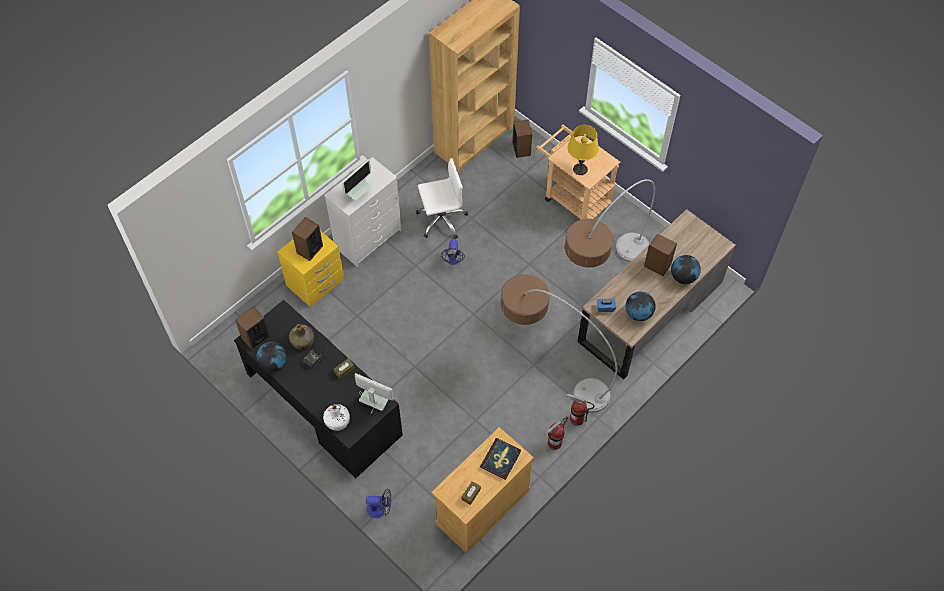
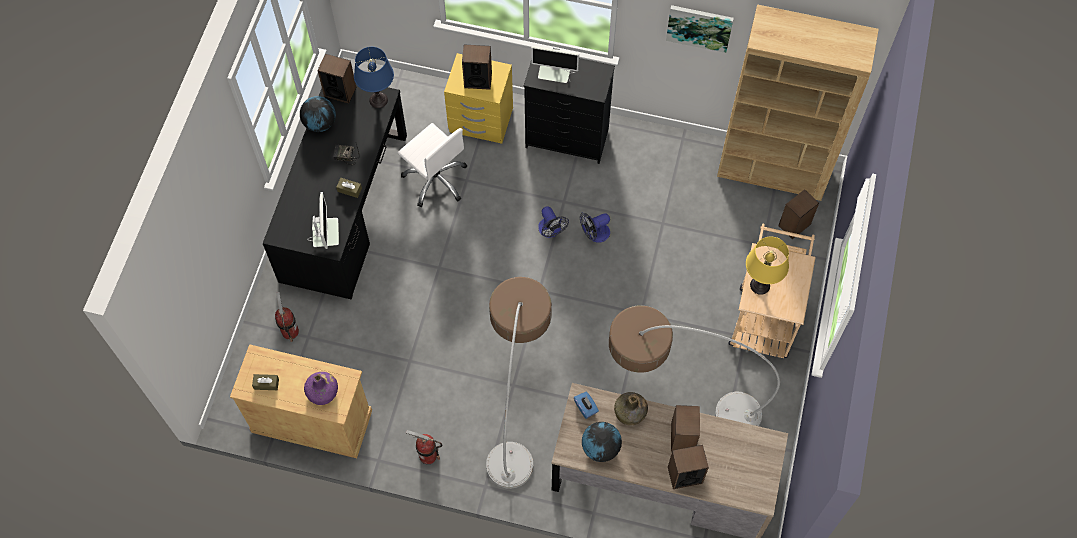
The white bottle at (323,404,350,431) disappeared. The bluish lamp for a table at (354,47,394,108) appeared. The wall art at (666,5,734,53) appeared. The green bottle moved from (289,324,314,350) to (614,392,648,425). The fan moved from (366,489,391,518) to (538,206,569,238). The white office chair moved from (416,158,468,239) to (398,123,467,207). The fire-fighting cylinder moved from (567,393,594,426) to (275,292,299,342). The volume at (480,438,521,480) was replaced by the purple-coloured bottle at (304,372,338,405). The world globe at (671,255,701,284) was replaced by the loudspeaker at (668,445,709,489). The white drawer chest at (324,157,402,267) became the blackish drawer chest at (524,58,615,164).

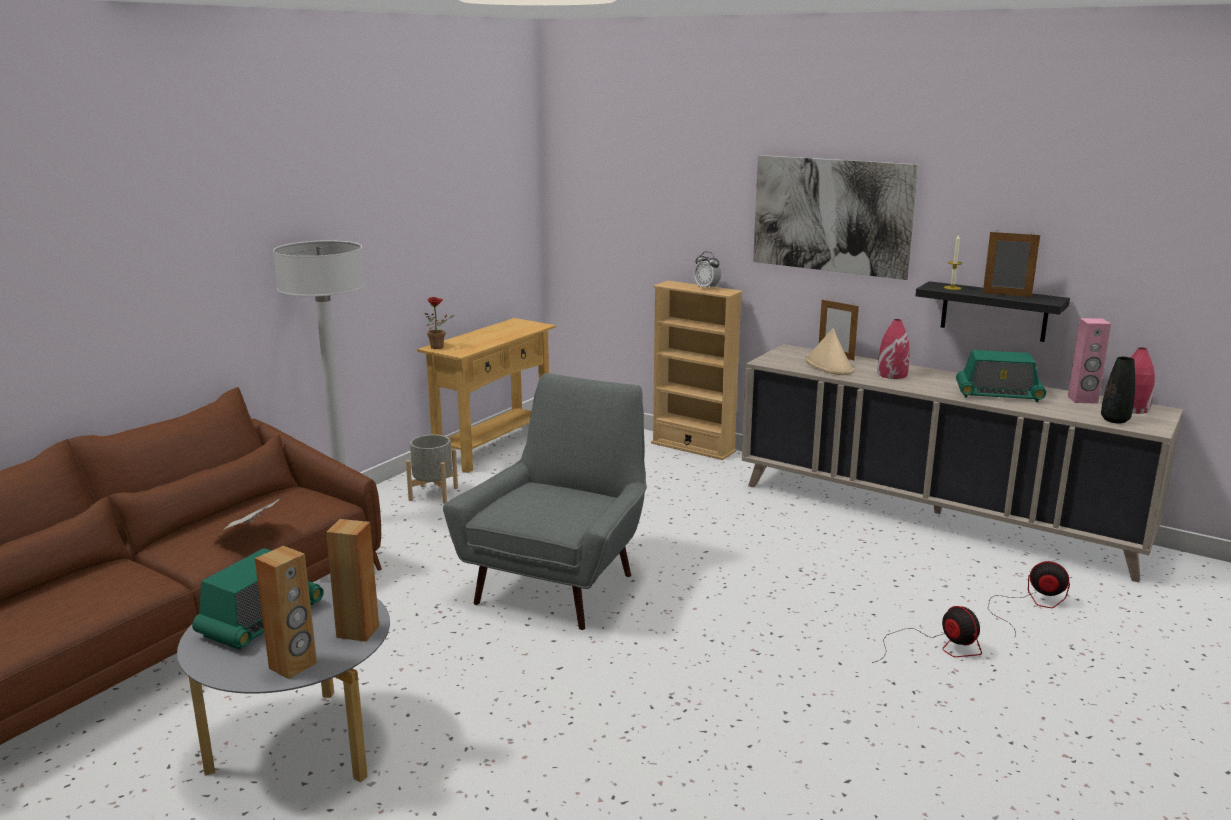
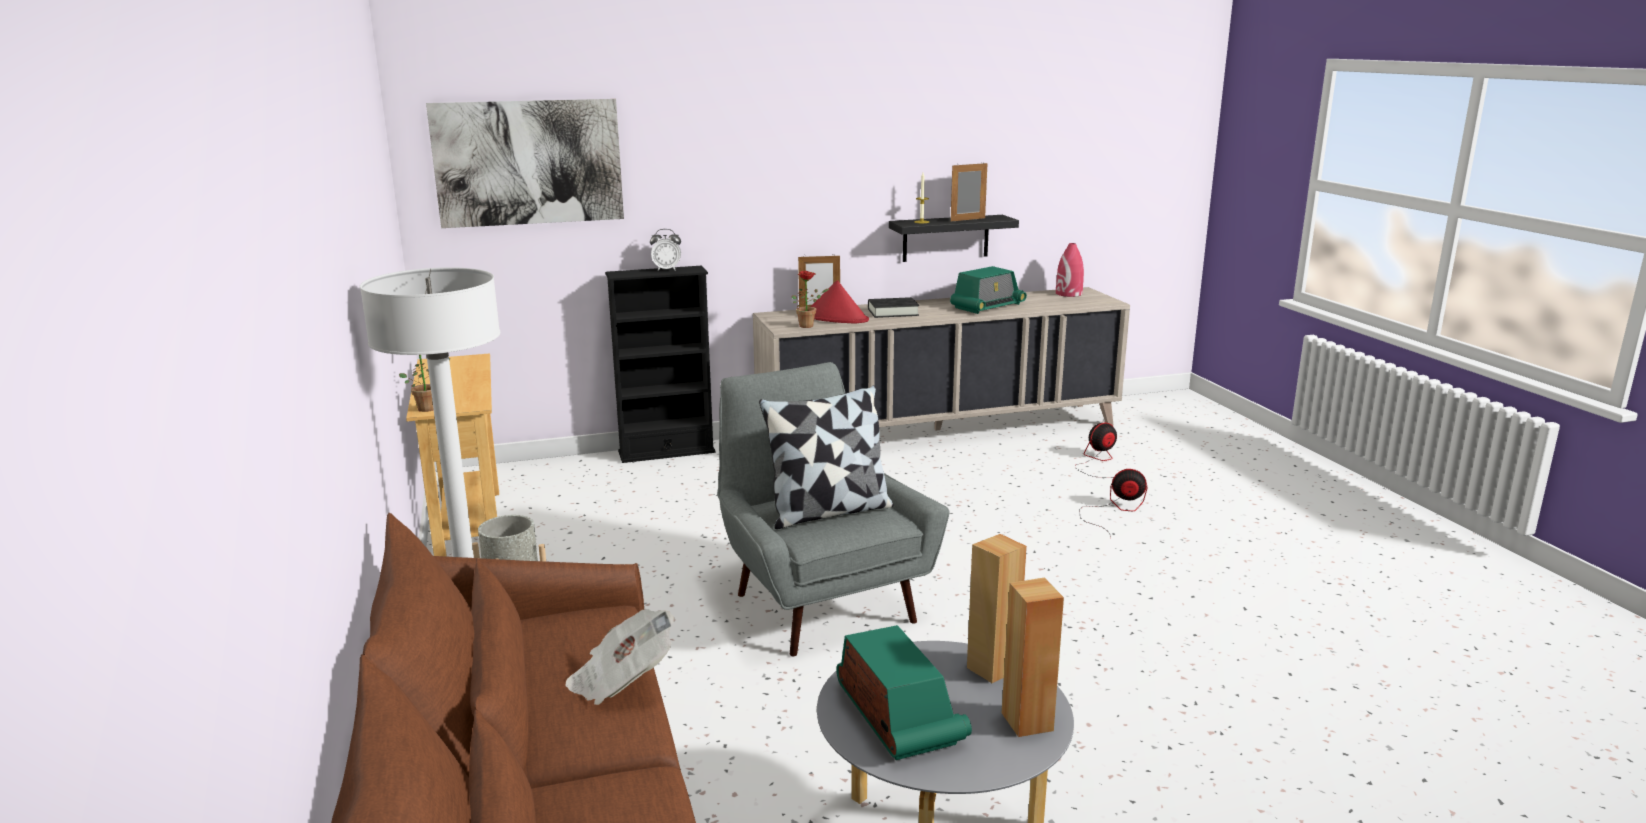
The pink-coloured loudspeaker at (1068,318,1111,404) disappeared. The blackish decorative vase at (1101,357,1135,423) disappeared. The throw pillow at (759,385,894,529) appeared. The houseplant at (792,271,829,328) appeared. The wall art moved from (753,155,919,280) to (426,99,624,228). The reddish decorative vase at (877,319,910,379) was replaced by the blackish volume at (868,297,919,318). The sand-coloured bookshelf at (651,281,743,460) became the blackish bookshelf at (605,266,715,463). The sand-coloured hat at (805,328,854,375) became the reddish hat at (811,280,869,323).

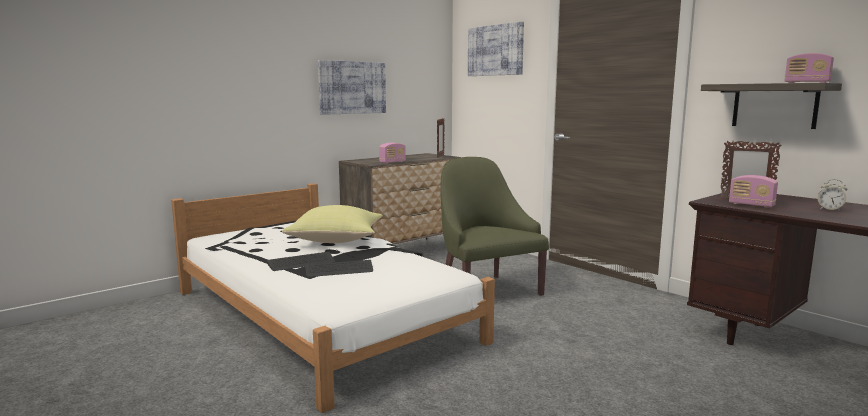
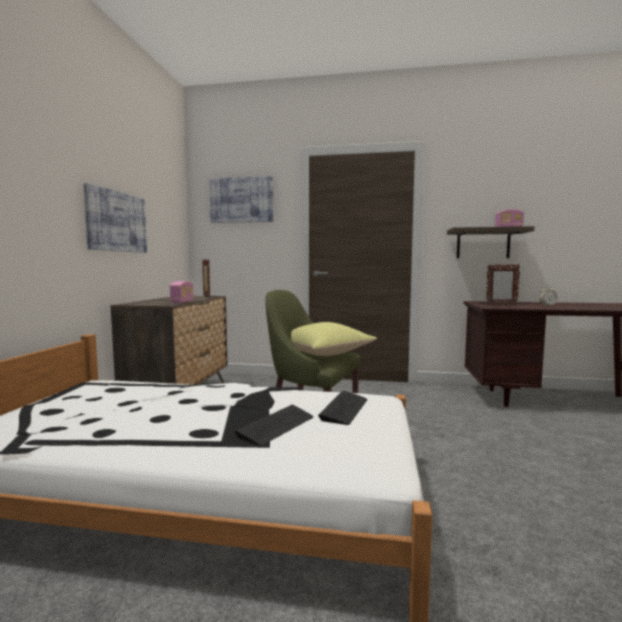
The radio receiver at (729,175,778,208) disappeared. The PC keyboard moved from (267,252,335,271) to (318,391,367,425). The yellow-coloured throw pillow moved from (282,205,383,243) to (291,322,377,356).

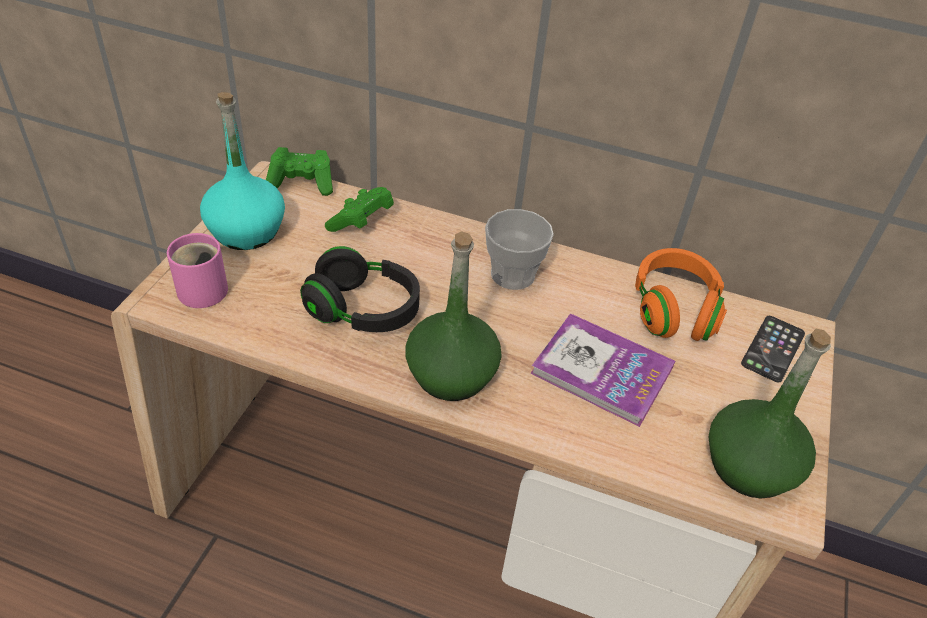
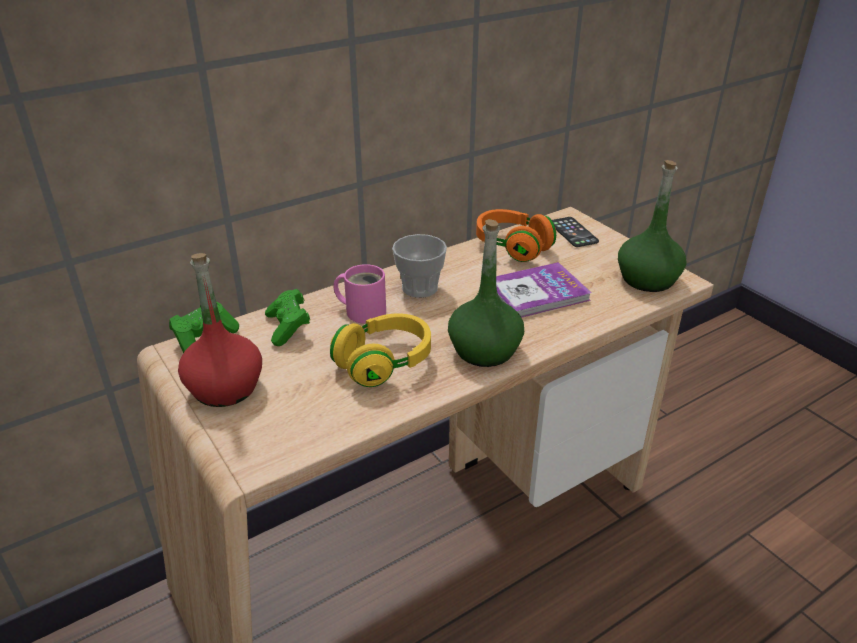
The pink-coloured coffee mug moved from (167,233,228,308) to (334,264,386,324). The blue-green bottle at (200,92,285,250) became the reddish bottle at (178,253,262,407). The blackish pair of headphones at (300,246,420,332) became the yellow-coloured pair of headphones at (330,313,431,387).

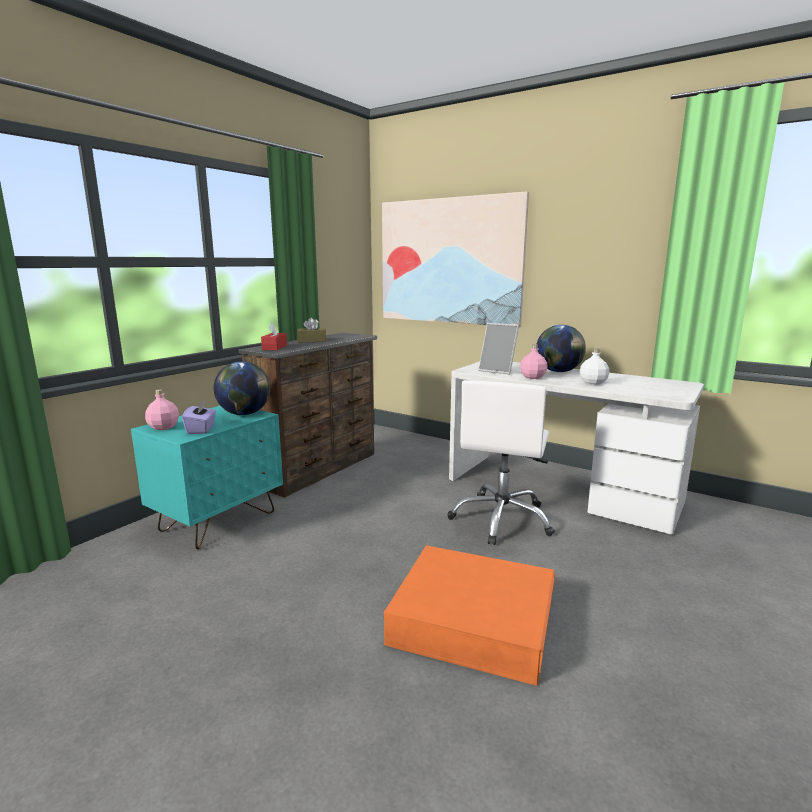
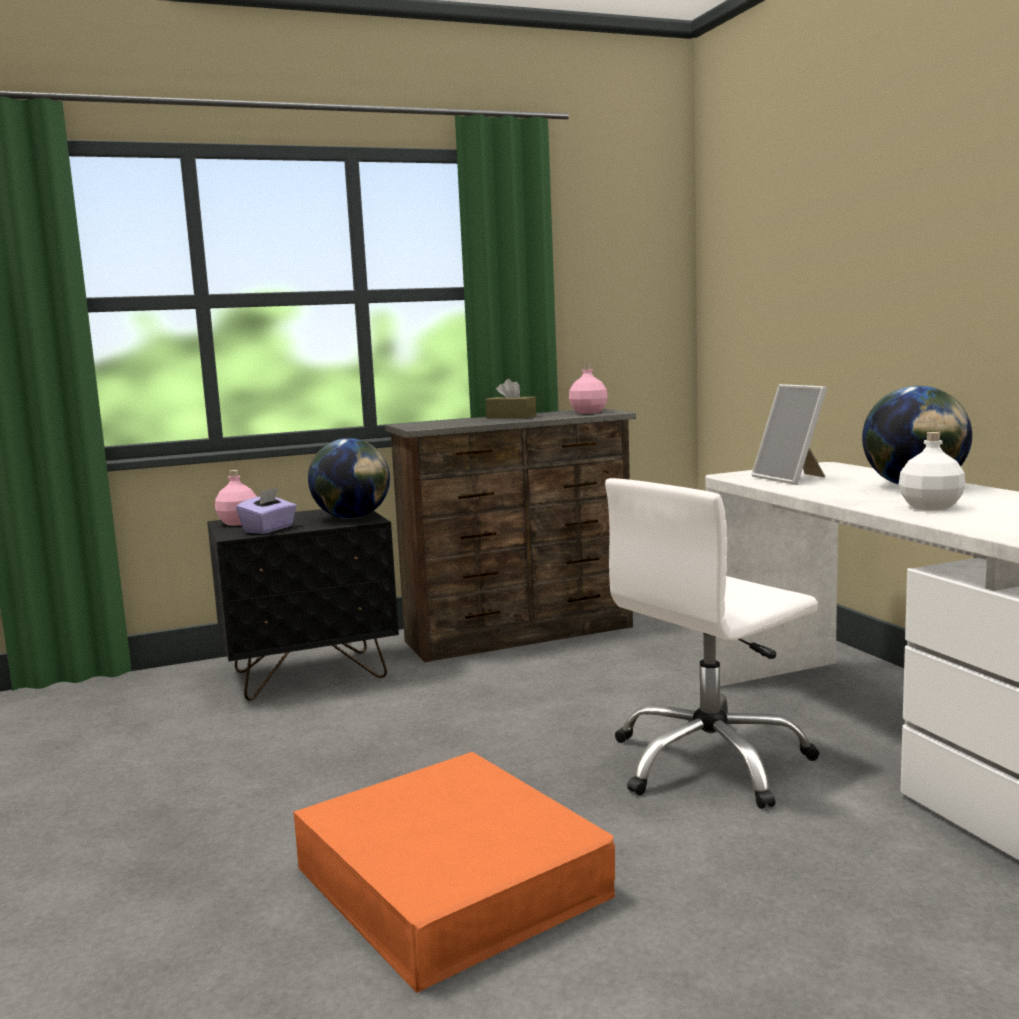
The reddish box of tissues at (261,323,287,350) disappeared. The wall art at (382,191,529,327) disappeared. The pink-coloured bottle moved from (520,344,547,379) to (569,364,608,414). The blue-green night table at (131,406,283,550) became the blackish night table at (207,509,399,701).

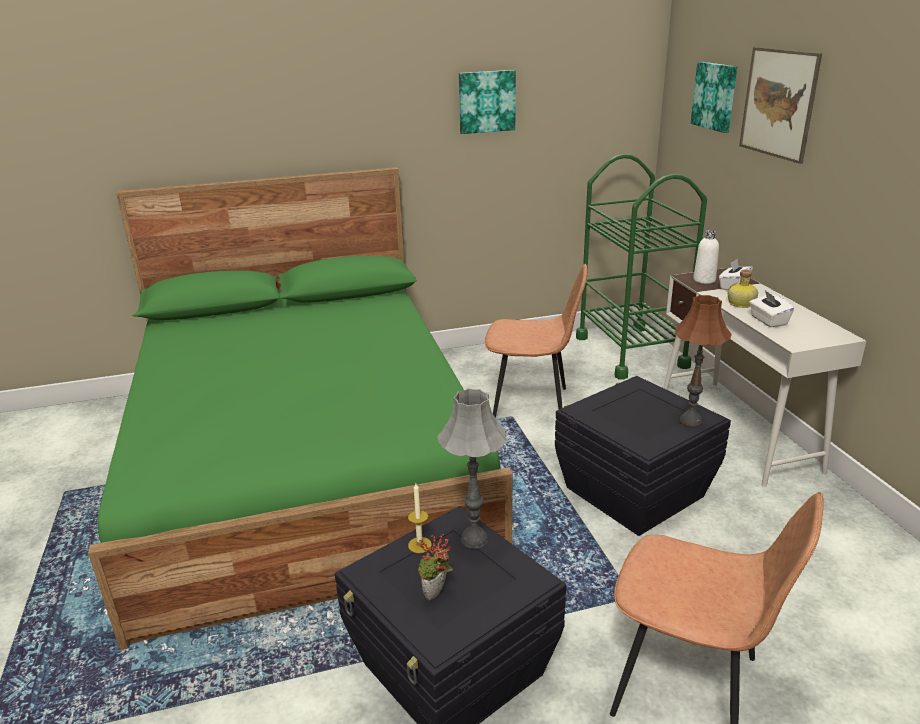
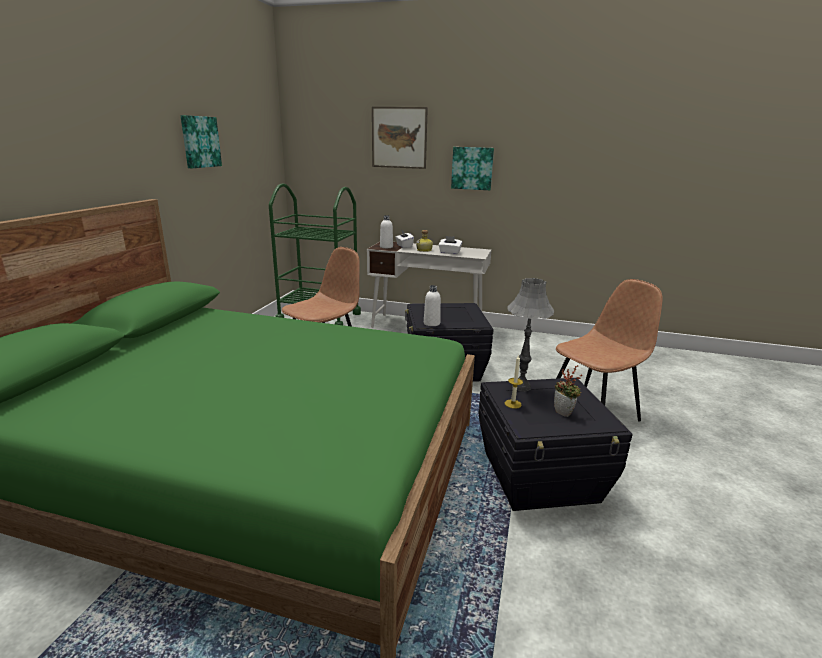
The brown-coloured lamp for a table at (675,295,732,427) disappeared. The white bottle at (424,285,441,326) appeared. The wall art moved from (691,62,737,133) to (451,147,494,190).

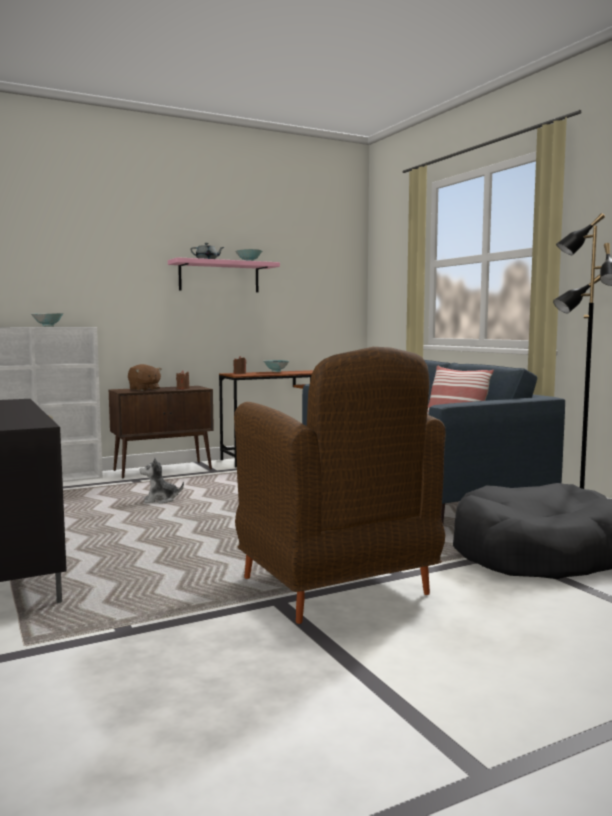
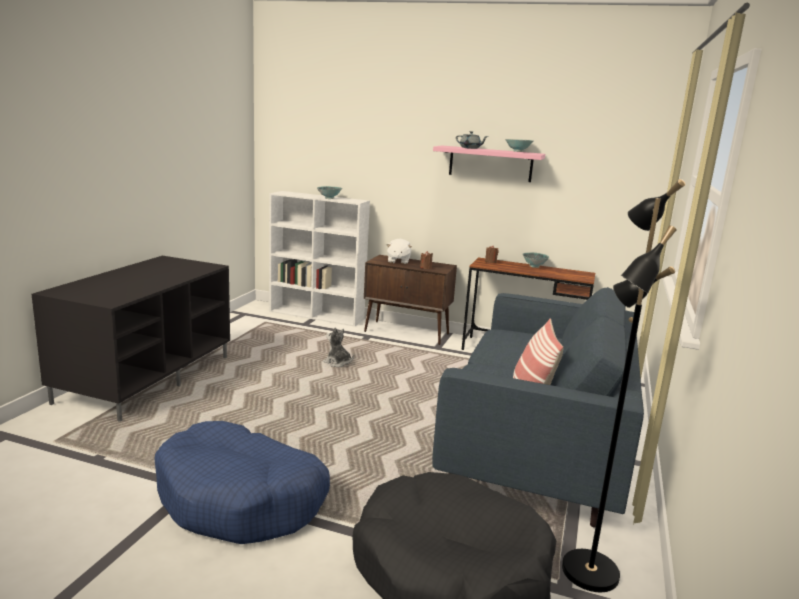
The brown-coloured lounge chair at (234,347,446,624) was replaced by the bluish dog cushion at (154,421,330,544). The brown-coloured soft toy at (128,364,162,391) became the white soft toy at (386,239,412,264).

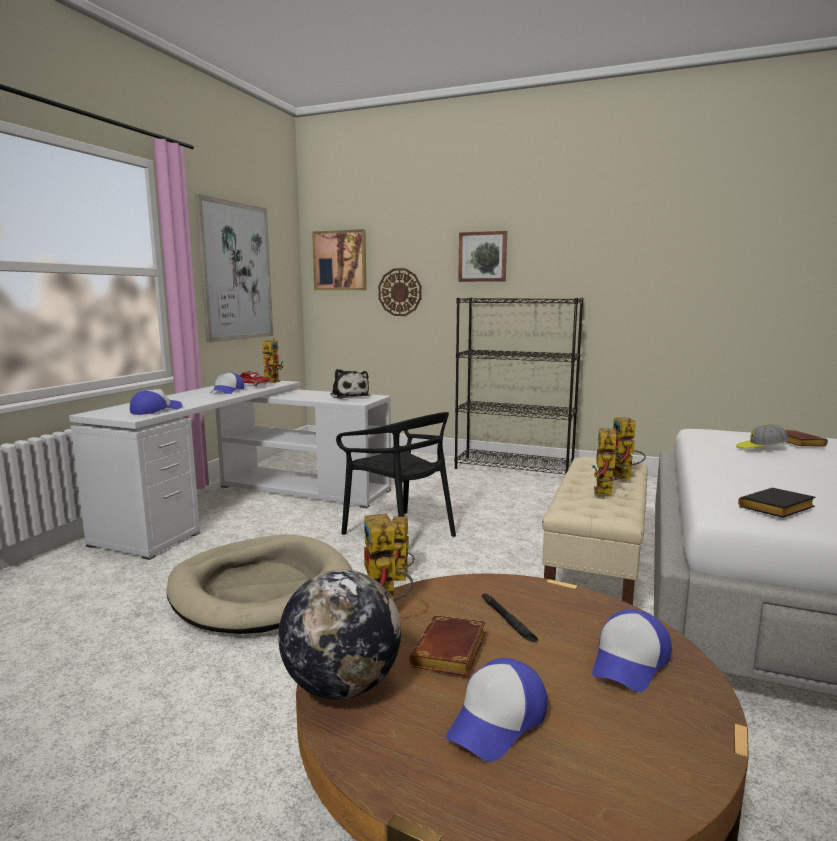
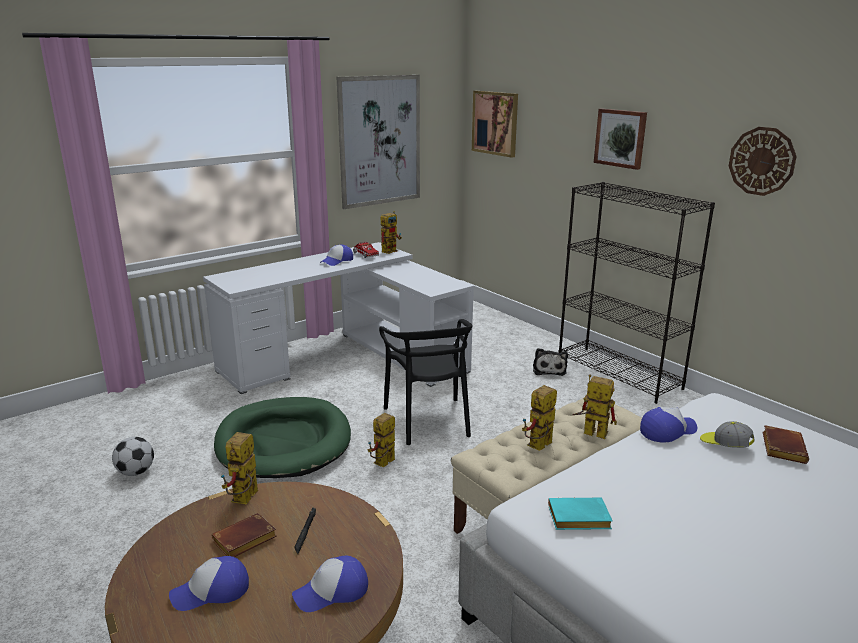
The world globe at (278,570,401,700) disappeared. The football at (112,437,154,476) appeared. The peaked cap moved from (130,389,183,415) to (640,407,697,443). The soft toy moved from (331,369,369,399) to (533,348,568,376). The hanging clock moved from (378,268,422,316) to (729,127,797,196). The sand-coloured dog cushion at (166,534,352,634) became the green dog cushion at (214,397,351,478). The blackish volume at (738,488,815,518) became the blue-green volume at (548,497,613,530). The model robot at (613,417,646,479) turned 90 degrees clockwise.

